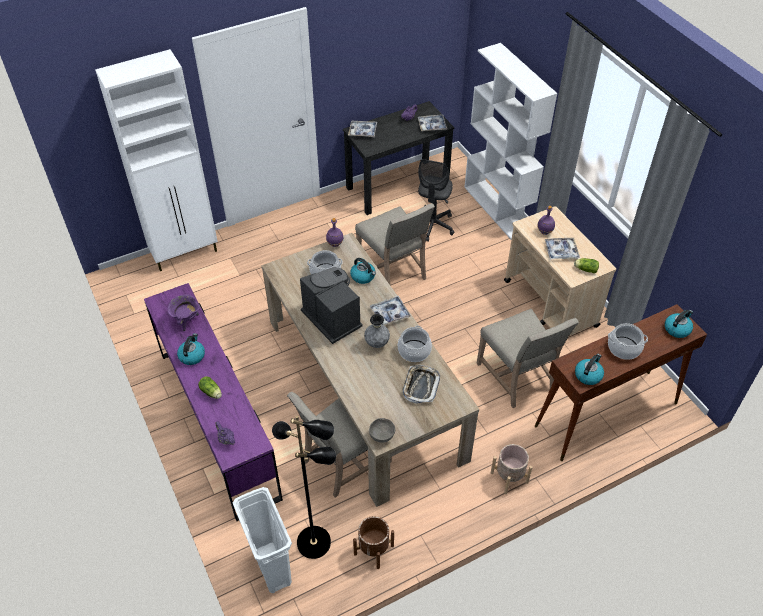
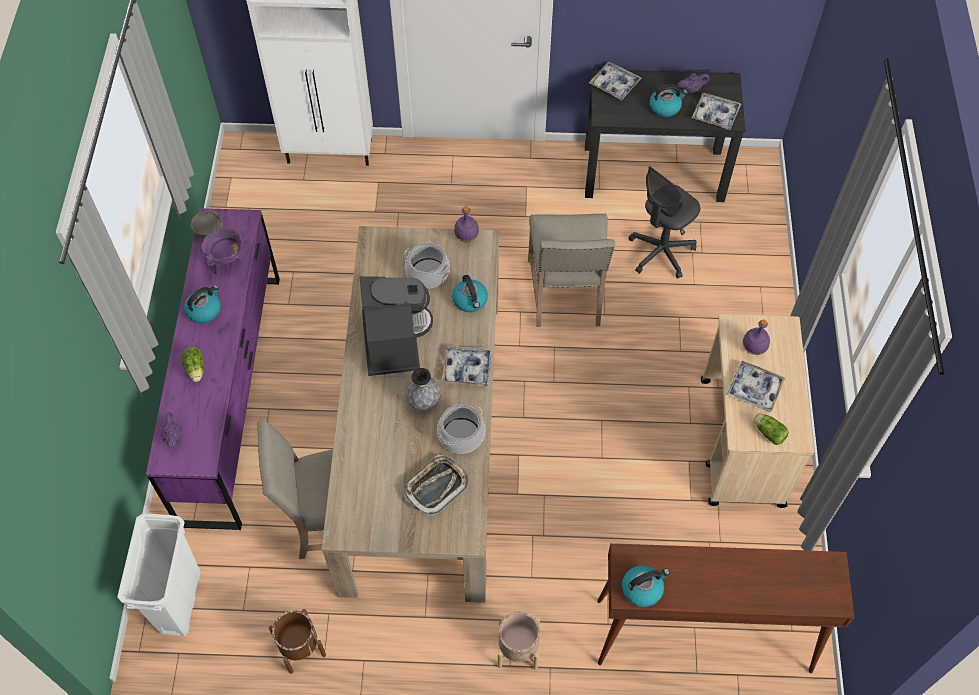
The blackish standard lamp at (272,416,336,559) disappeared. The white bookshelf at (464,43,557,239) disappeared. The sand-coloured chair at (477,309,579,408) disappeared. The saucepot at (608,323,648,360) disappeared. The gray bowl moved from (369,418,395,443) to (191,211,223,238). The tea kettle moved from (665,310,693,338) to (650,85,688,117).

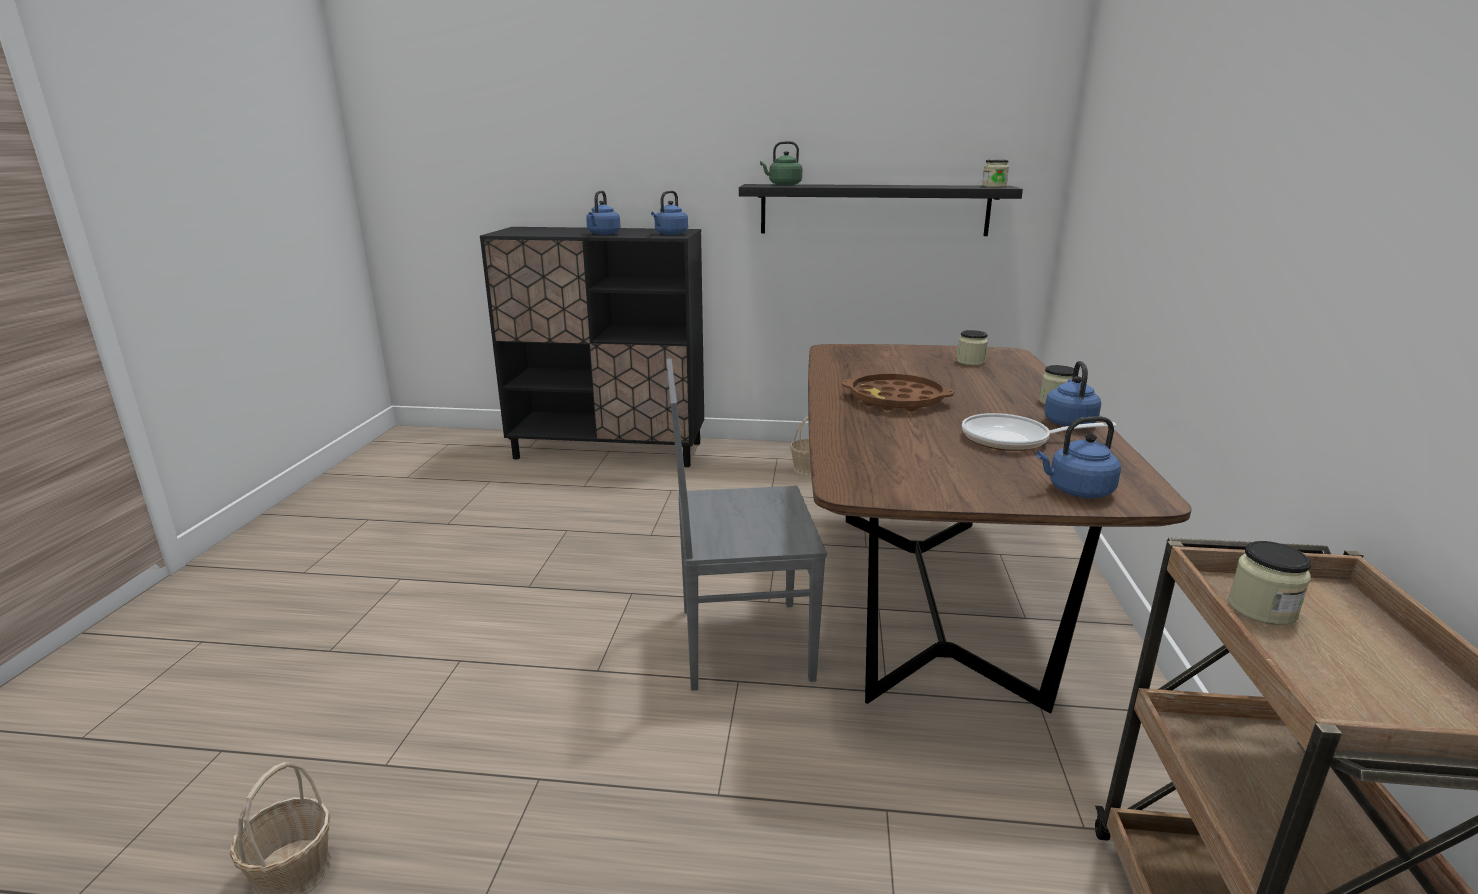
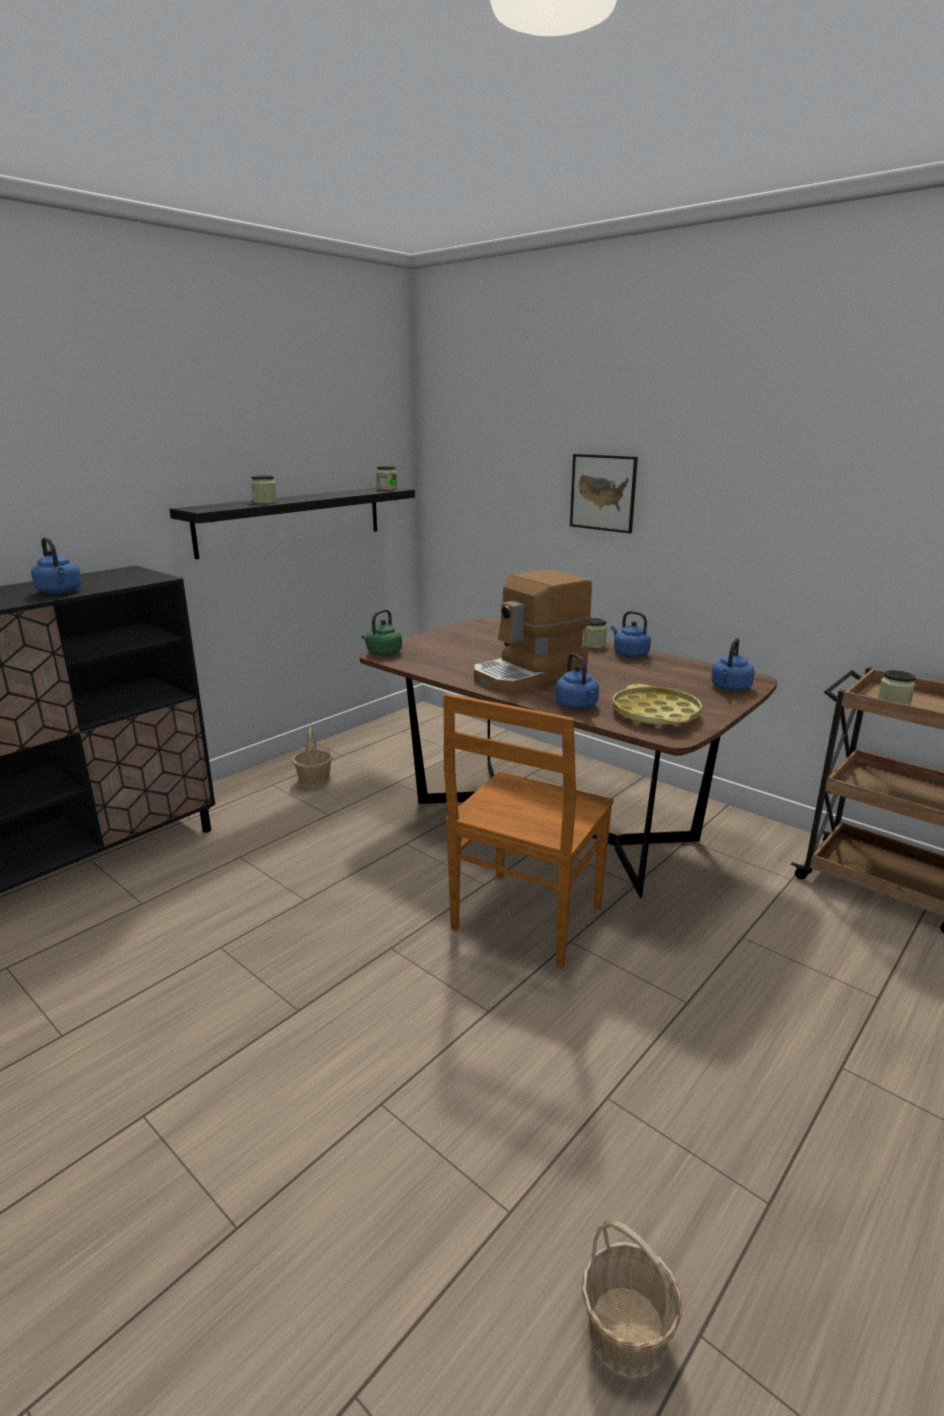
The pan at (962,413,1116,451) disappeared. The wall art at (570,454,638,533) appeared. The yellow-coloured tray at (612,684,702,726) appeared. The bluish tea kettle moved from (651,190,688,235) to (556,653,599,709). The green tea kettle moved from (760,141,802,186) to (361,609,402,656). The preserve jar moved from (957,330,988,366) to (251,475,277,504). The brown-coloured tray at (842,373,954,412) was replaced by the coffee machine at (474,569,592,693). The gray chair at (666,359,827,691) became the brown-coloured chair at (443,693,614,969).

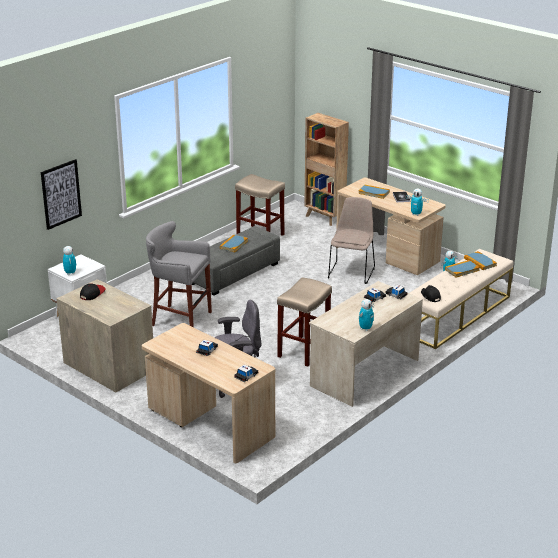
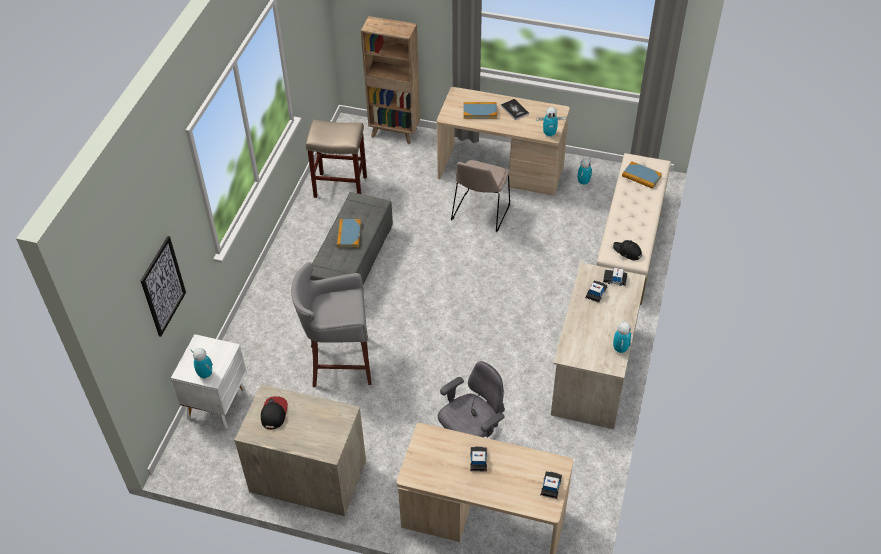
The sand-coloured stool seat at (277,277,332,367) disappeared. The volume at (445,260,480,278) disappeared. The sand-coloured chair at (328,197,375,284) turned 150 degrees counterclockwise.

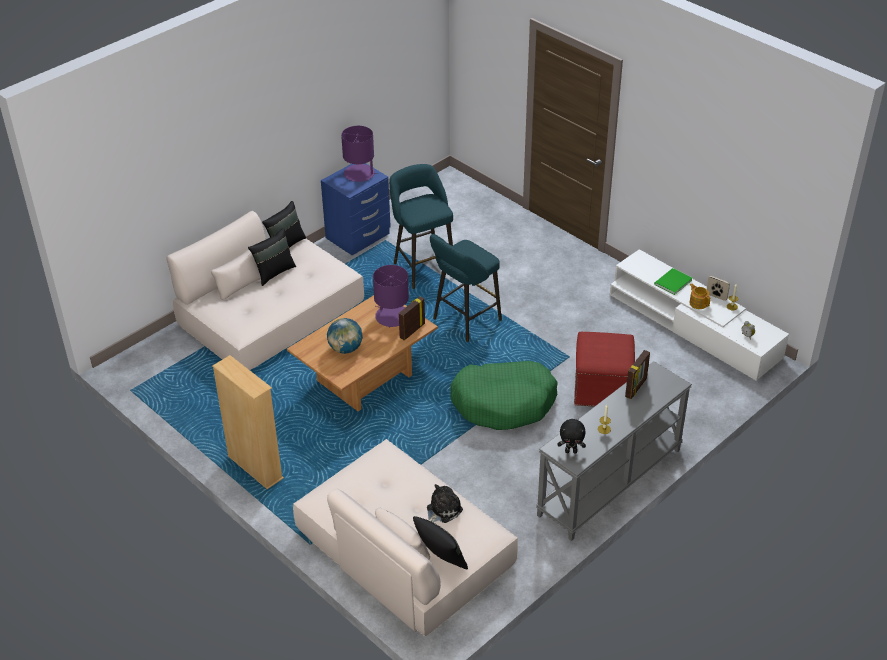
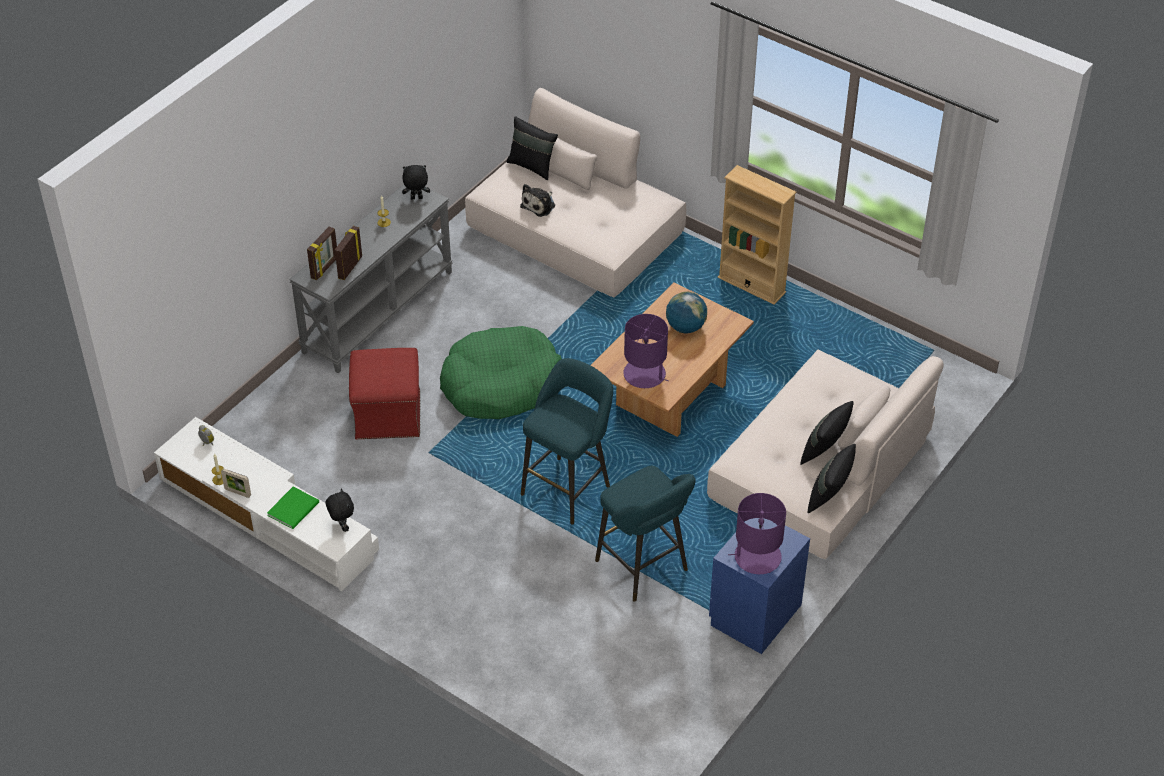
The pot for tea at (689,284,710,309) disappeared. The blackish soft toy at (326,489,354,532) appeared. The standing frame moved from (399,296,425,340) to (307,227,337,280).

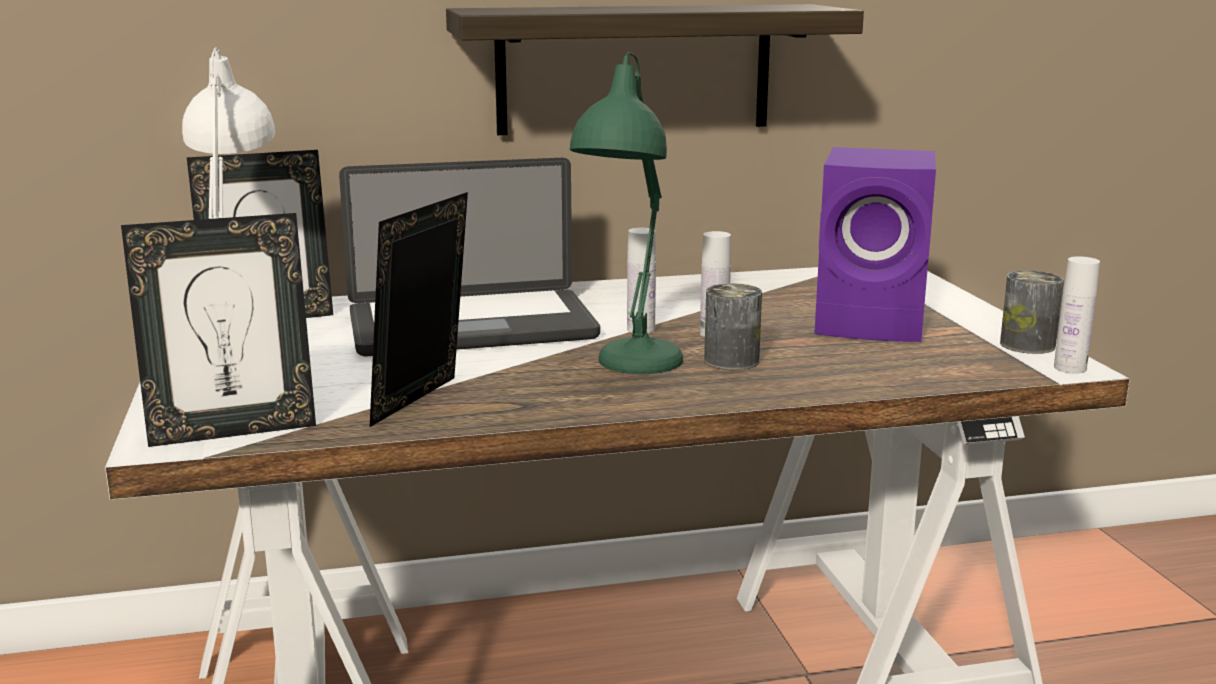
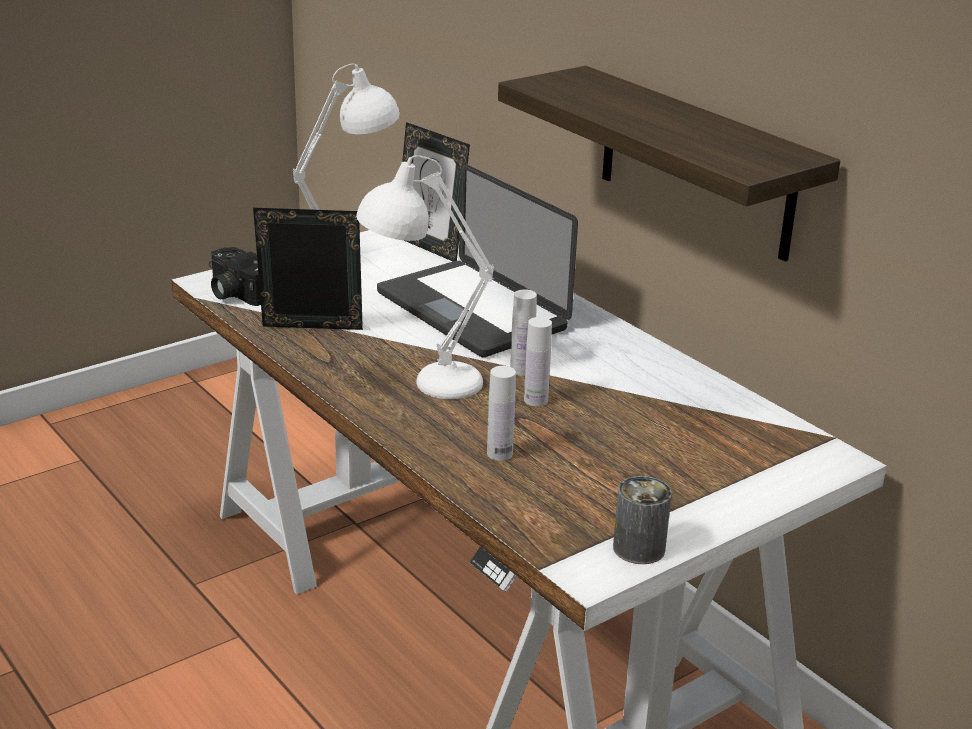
The can at (704,283,762,370) disappeared. The purple-coloured loudspeaker at (814,147,936,342) disappeared. The white bottle moved from (1054,256,1100,374) to (487,366,516,461). The standing frame at (121,213,316,447) was replaced by the photo camera at (209,247,261,306). The green lamp for a table at (570,52,683,374) became the white lamp for a table at (356,156,494,399).

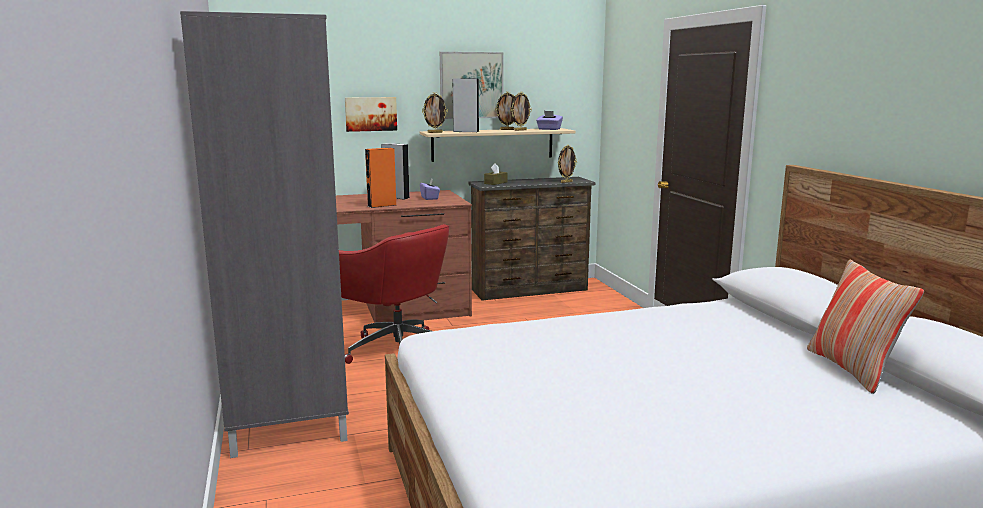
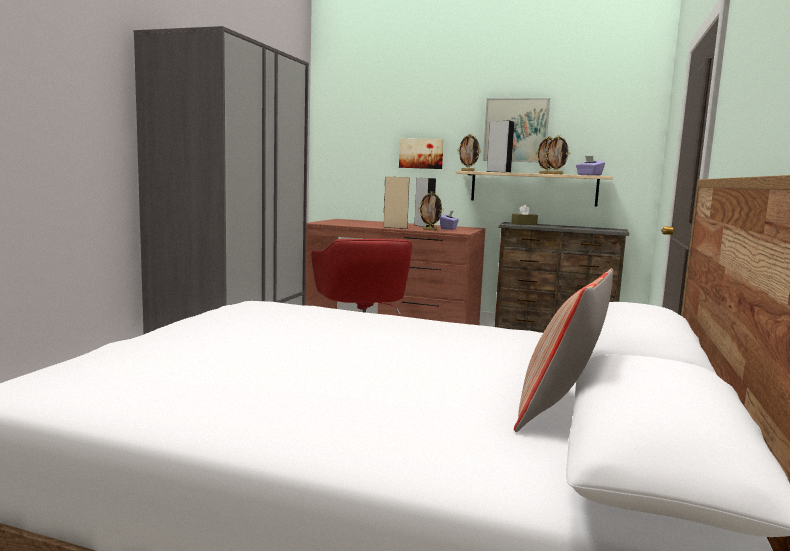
The standing frame moved from (558,145,577,183) to (418,191,444,230). The orange loudspeaker at (365,148,396,208) became the sand-coloured loudspeaker at (383,176,410,229).

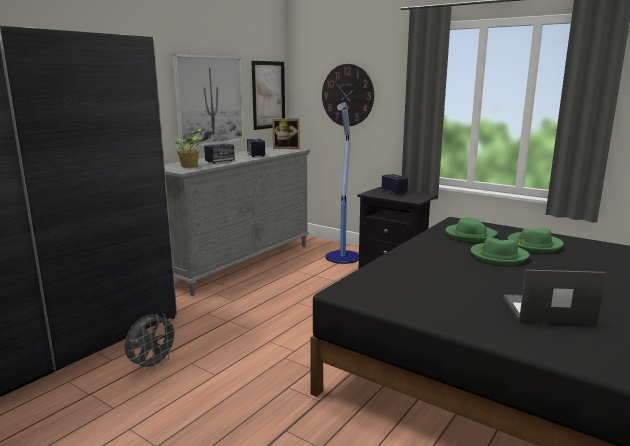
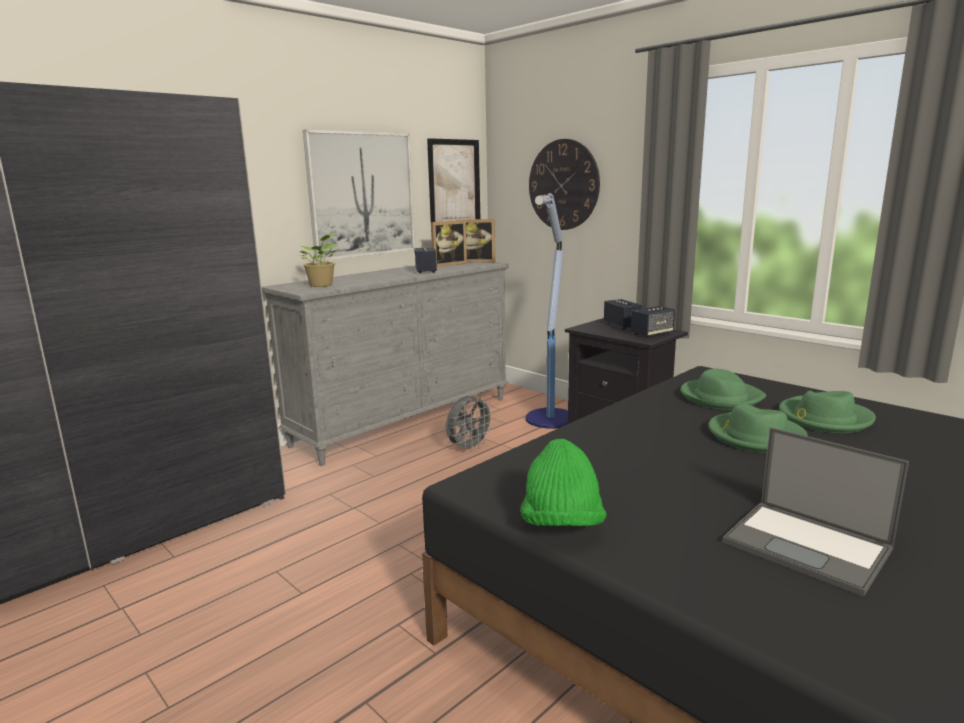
The standing frame at (431,220,467,267) appeared. The green hat at (520,439,606,526) appeared. The gray fan moved from (125,314,179,372) to (446,395,494,452). The loudspeaker moved from (204,144,235,164) to (631,306,675,338). The notebook computer at (503,270,606,325) turned 150 degrees counterclockwise.

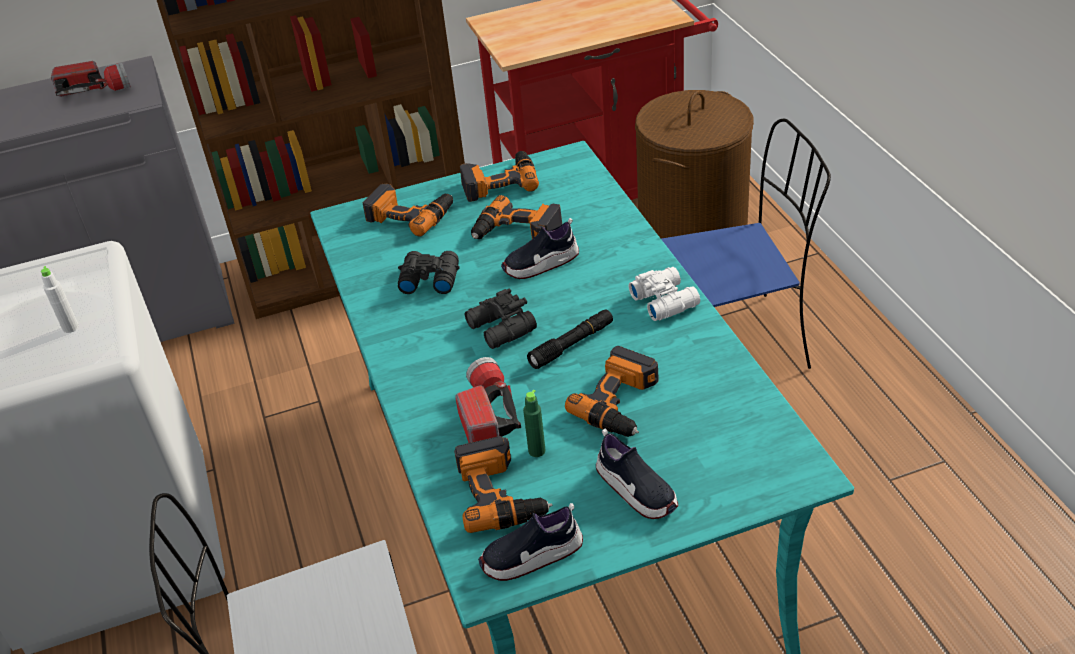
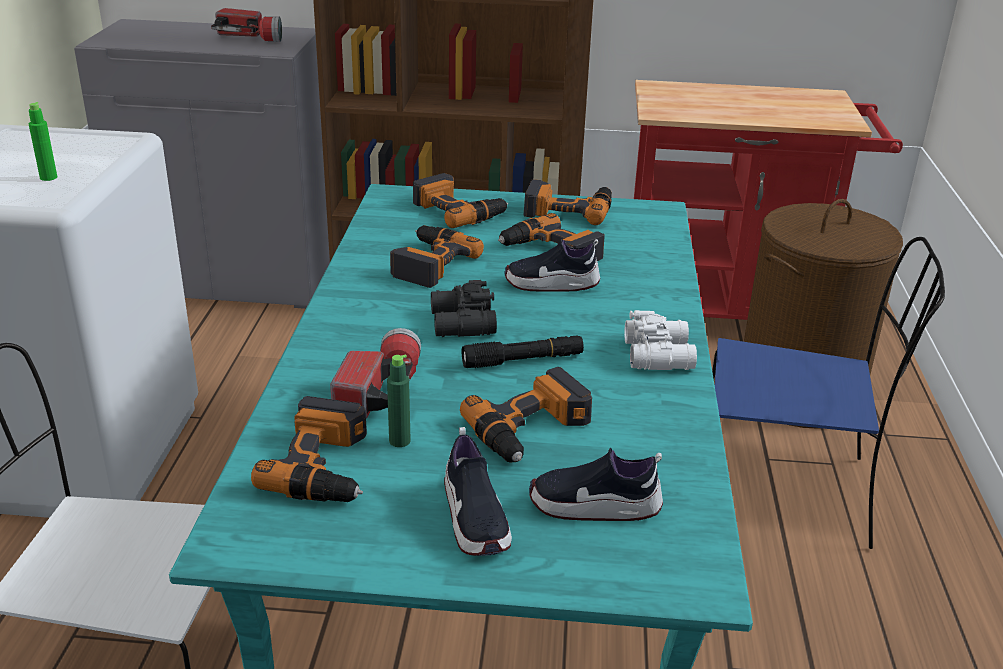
The low shoe moved from (478,503,583,581) to (529,448,663,521). The blackish pair of binoculars at (398,251,460,294) was replaced by the drill at (390,225,484,288). The white bottle at (41,266,79,333) became the green bottle at (29,102,57,181).

